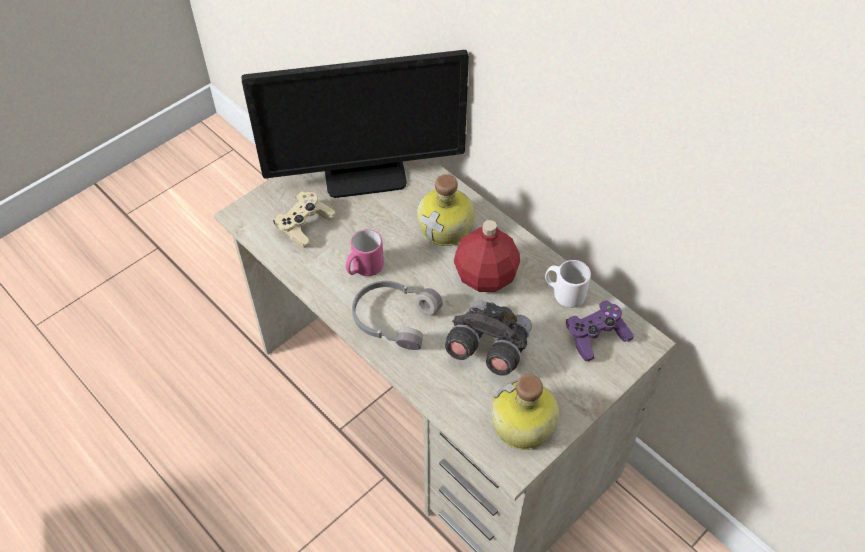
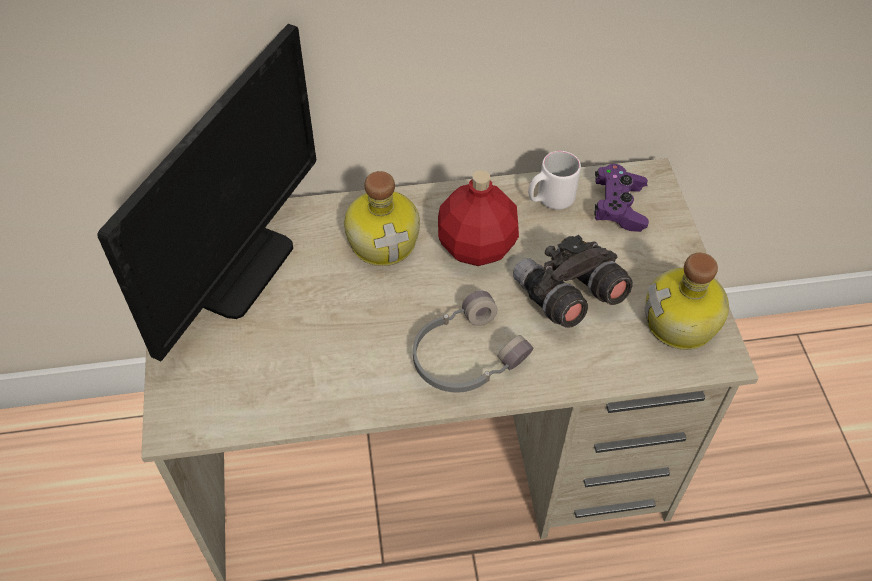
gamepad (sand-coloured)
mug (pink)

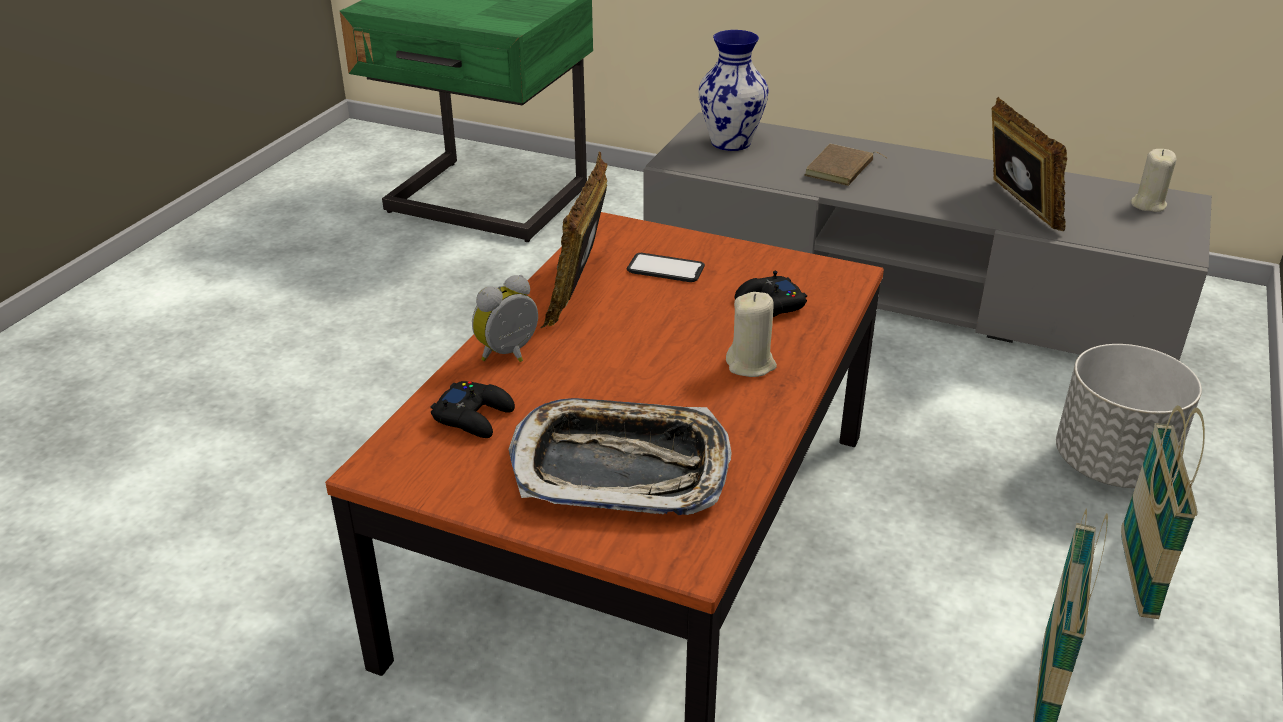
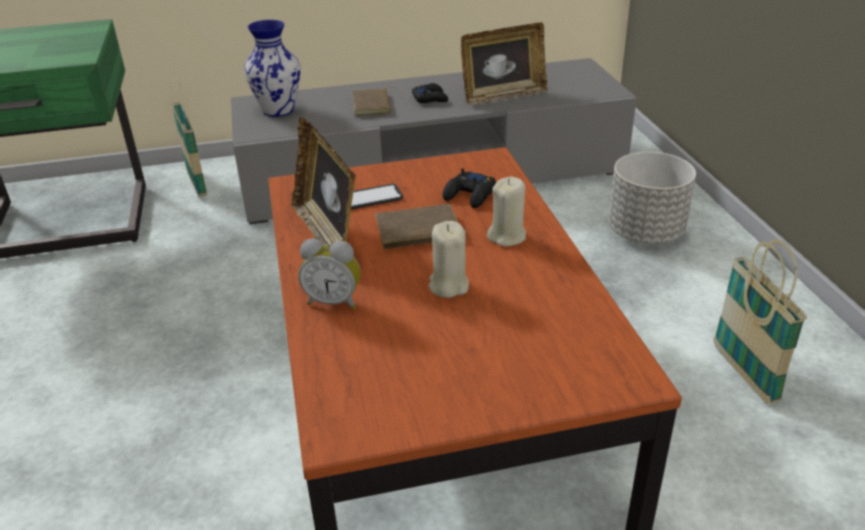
tray
bound book (brown) (2nd from left)
gamepad (blackish) (1st from left)
basket (1st from left)
candle (sand-coloured) (1st from left)
alarm clock
standing frame (2nd from left)

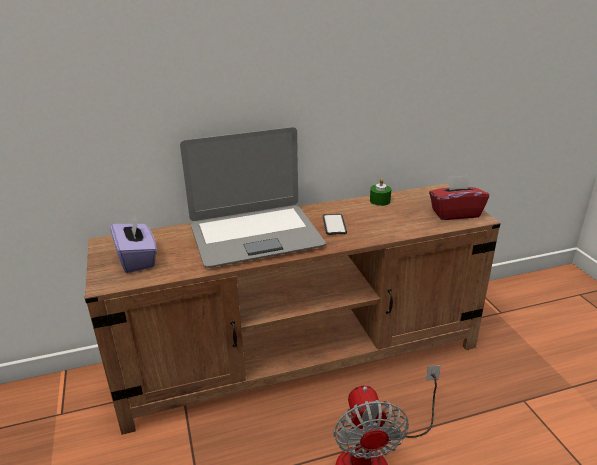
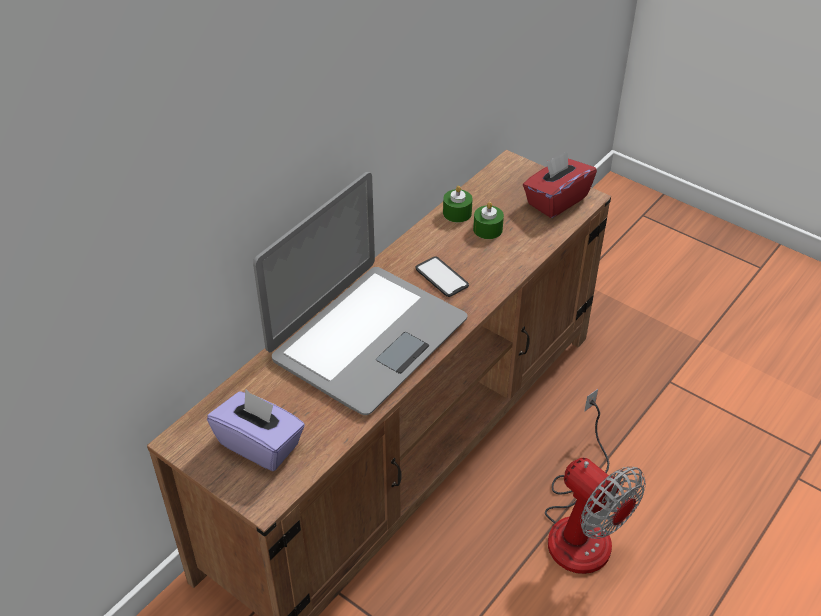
candle (greenish) (2nd from left)

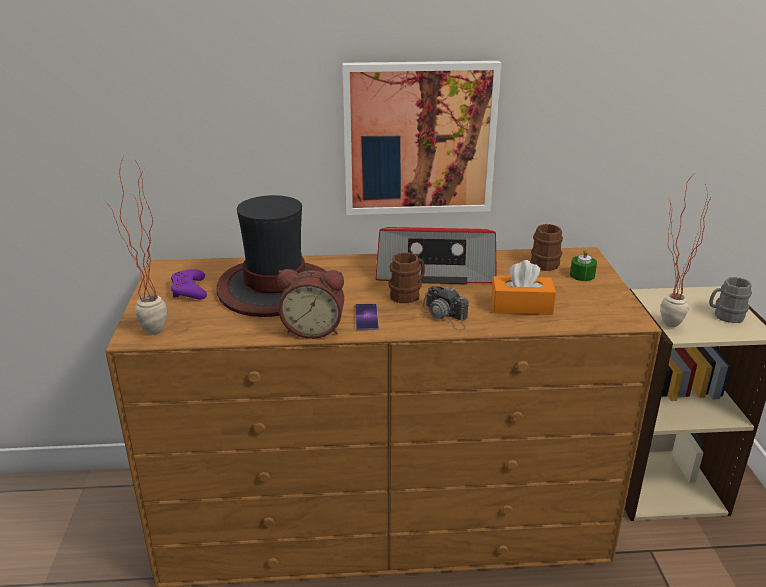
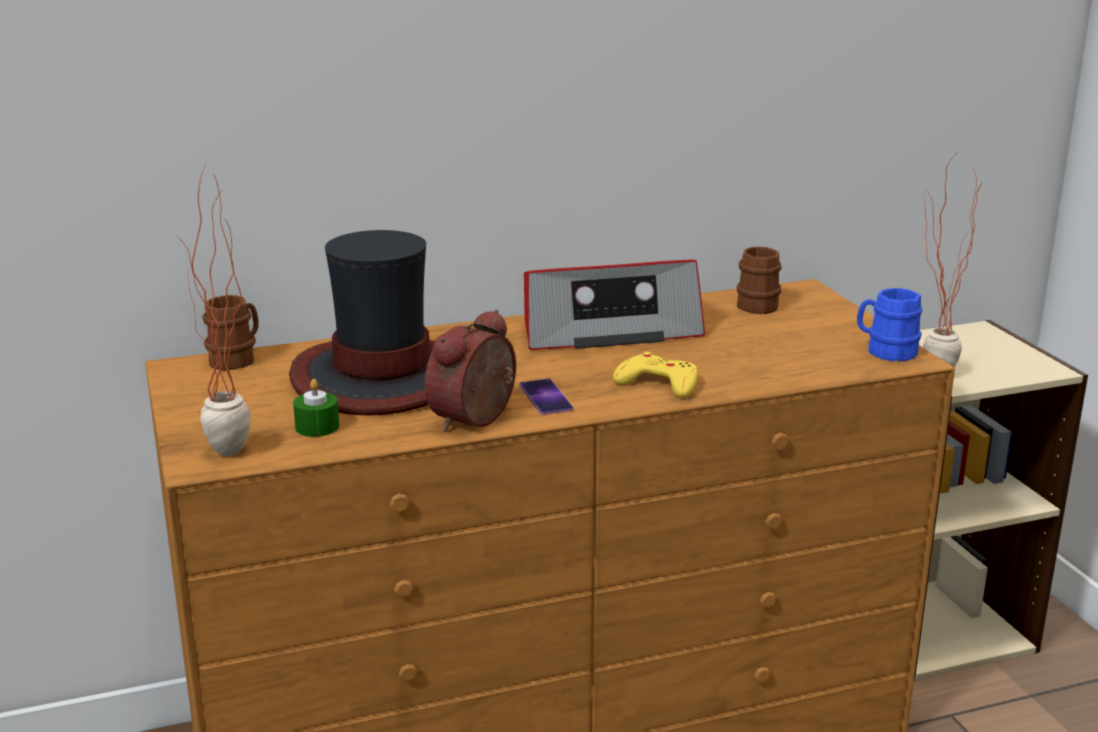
gamepad (purple)
picture
box of tissues (orange-coloured)
mug (gray)
mug (blue)
mug (brown) (1st from left)
candle (greenish)
gamepad (yellowish)
alarm clock

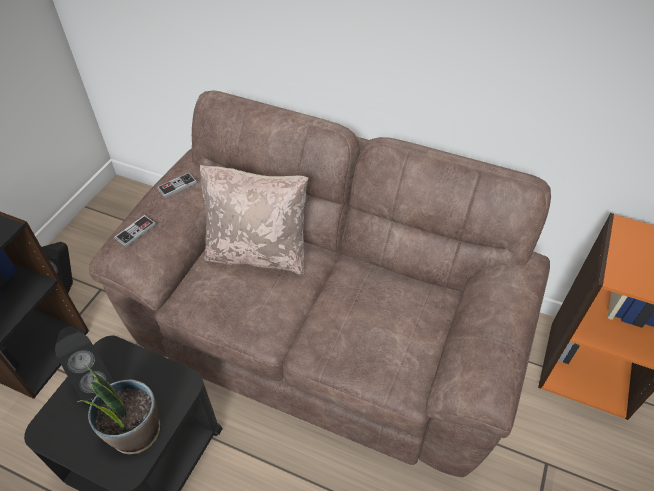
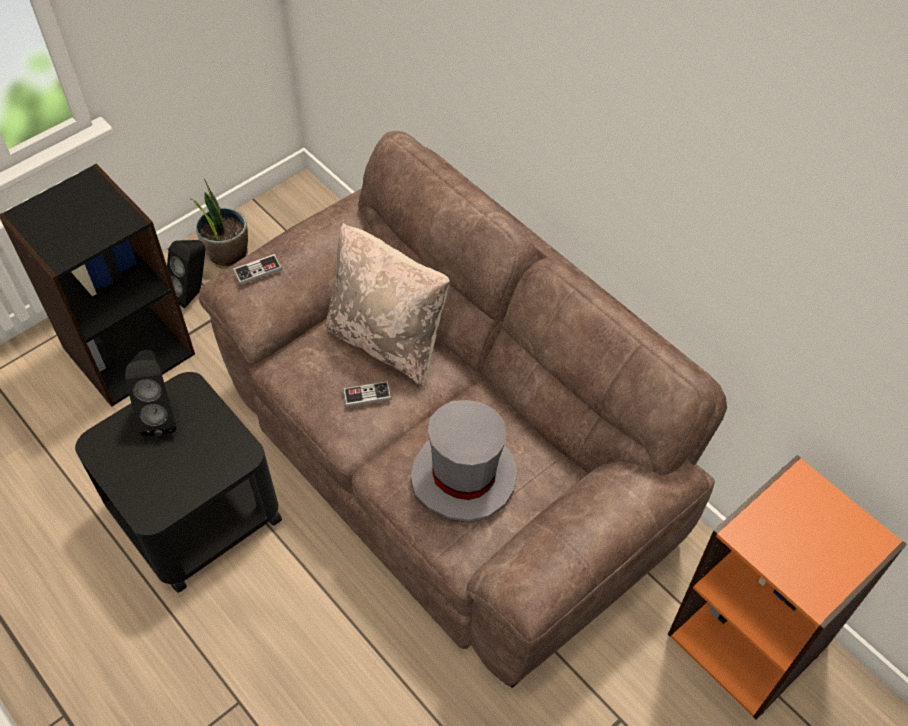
hat (gray)
plant in a pot
gamepad (2nd from left)

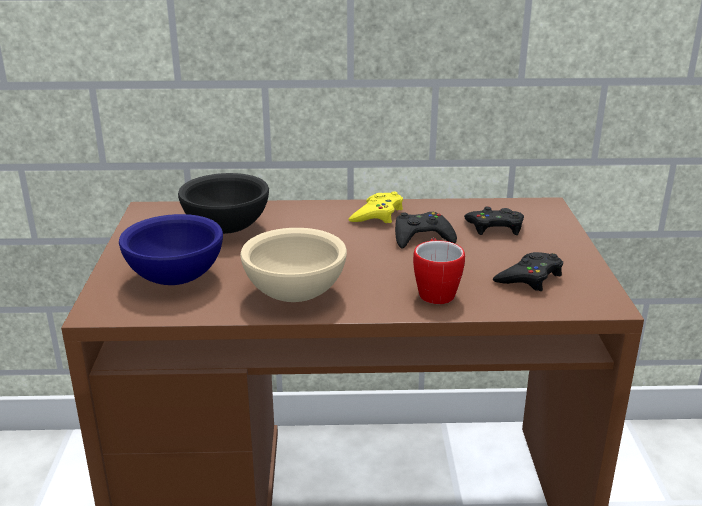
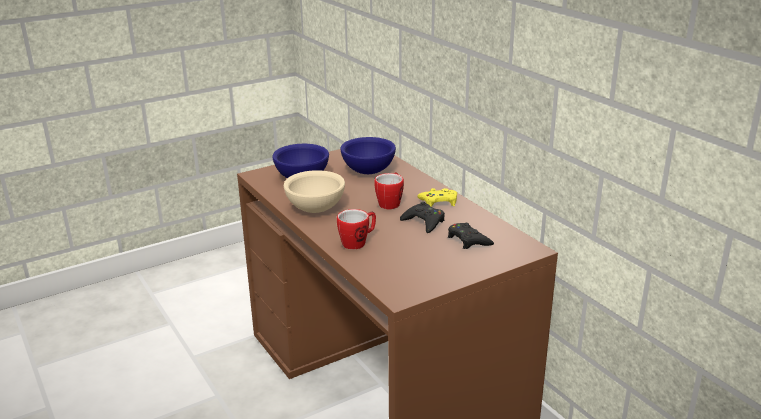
gamepad (blackish) (3rd from left in the first image)
mug (2nd from left)
deep dish (blue) (2nd from left)

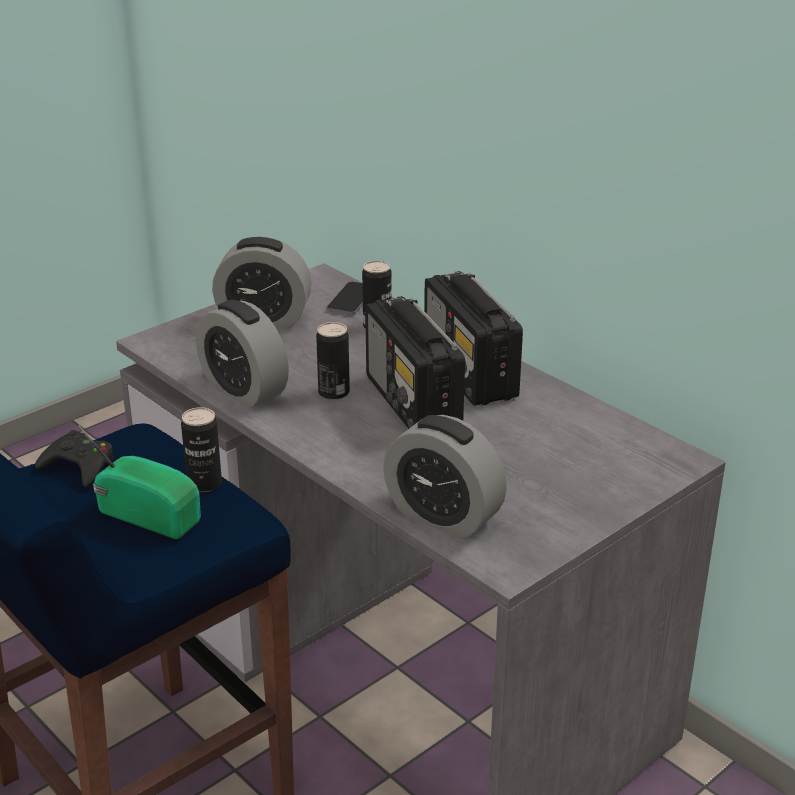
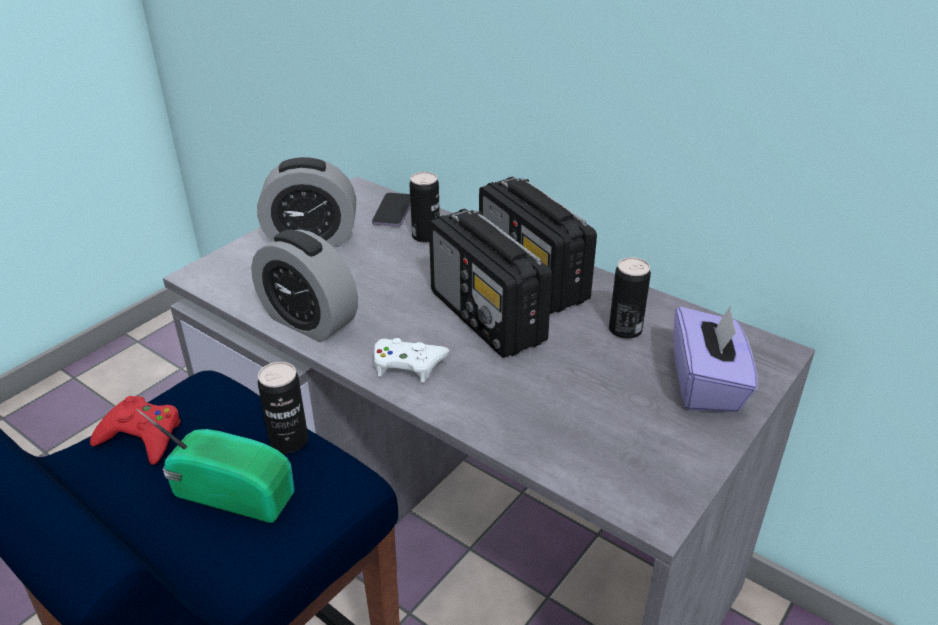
alarm clock (3rd from left in the first image)
gamepad (white-coloured)
box of tissues (purple)
metal can (3rd from left)
gamepad (reddish)

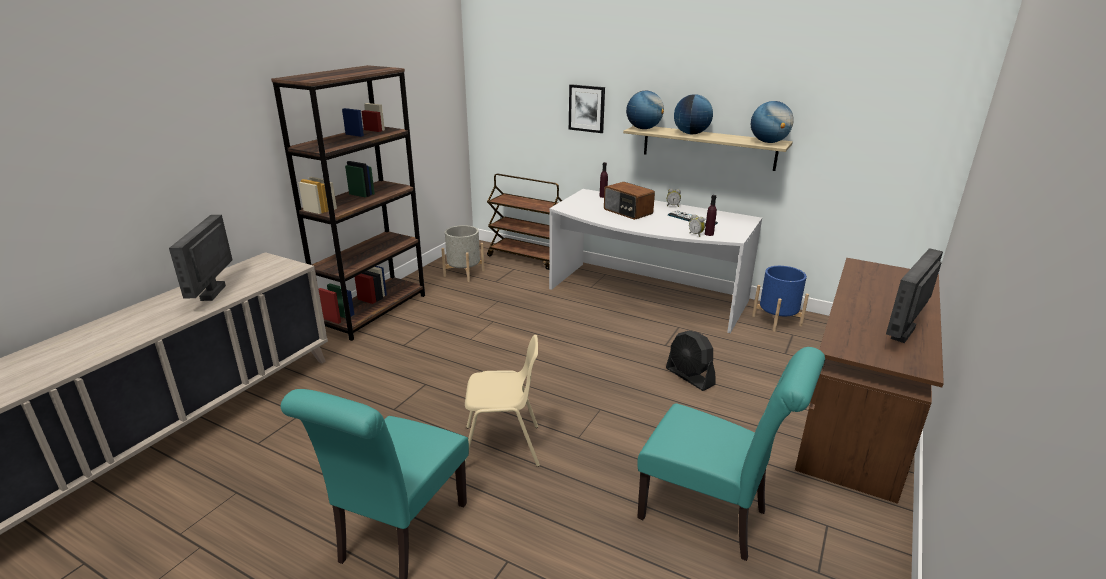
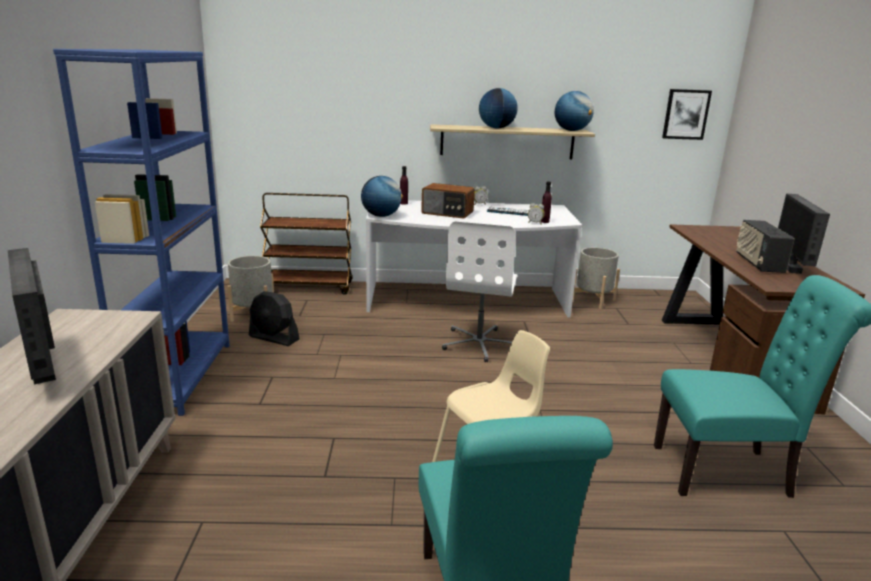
office chair (white-coloured)
radio (2nd from left)
picture
desk globe (1st from left)
electric fan (blackish)
bookshelf (blue)
flower pot (gray) (2nd from left)

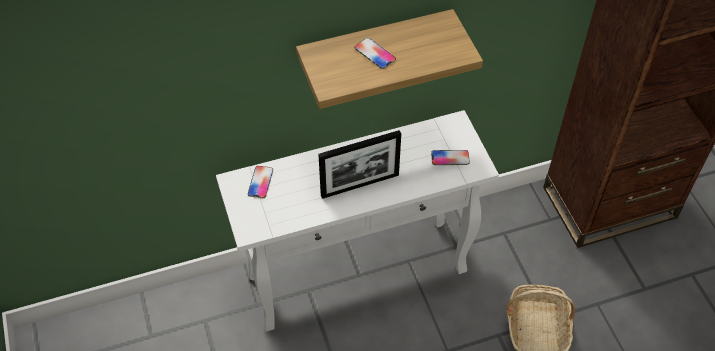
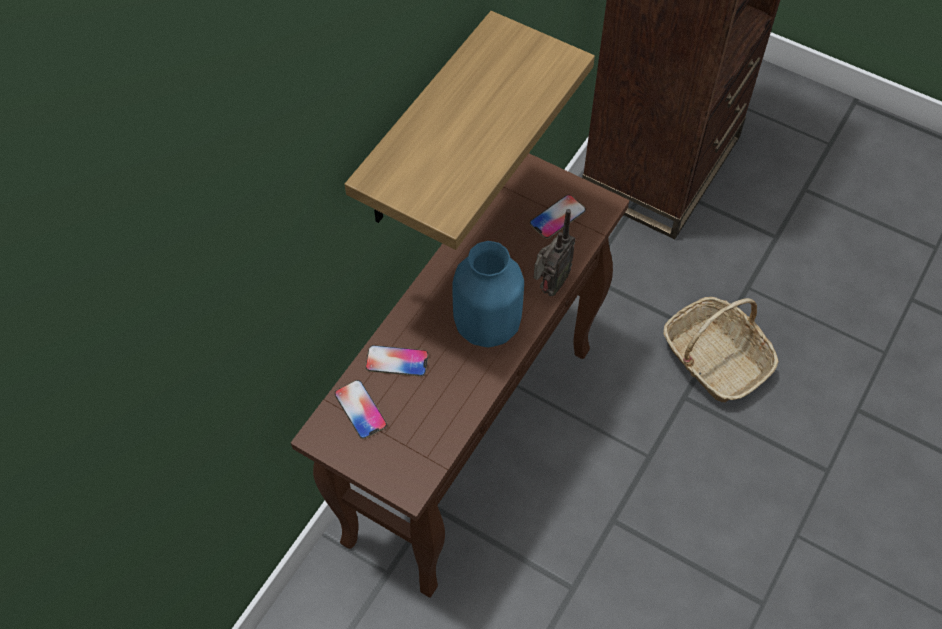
radio
phone (2nd from left)
flower vase (blue)
hall table (brown)

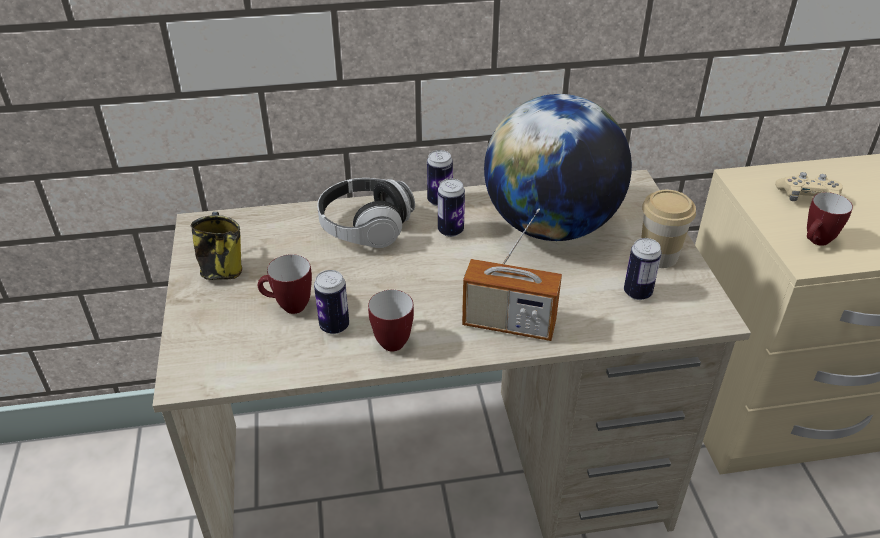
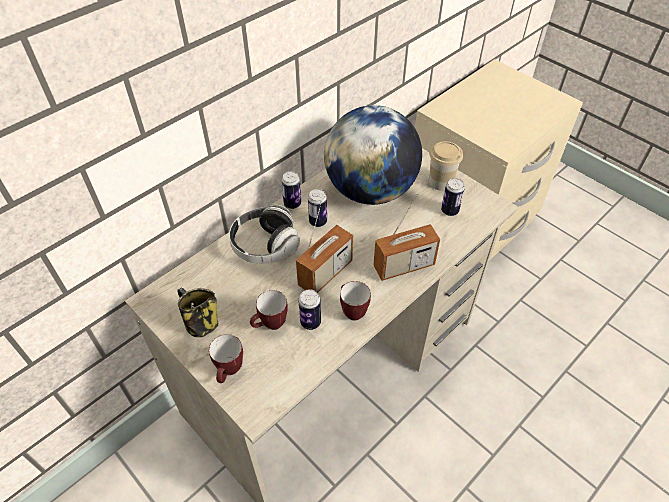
gamepad (sand-coloured)
radio (1st from left)
mug (2nd from left)

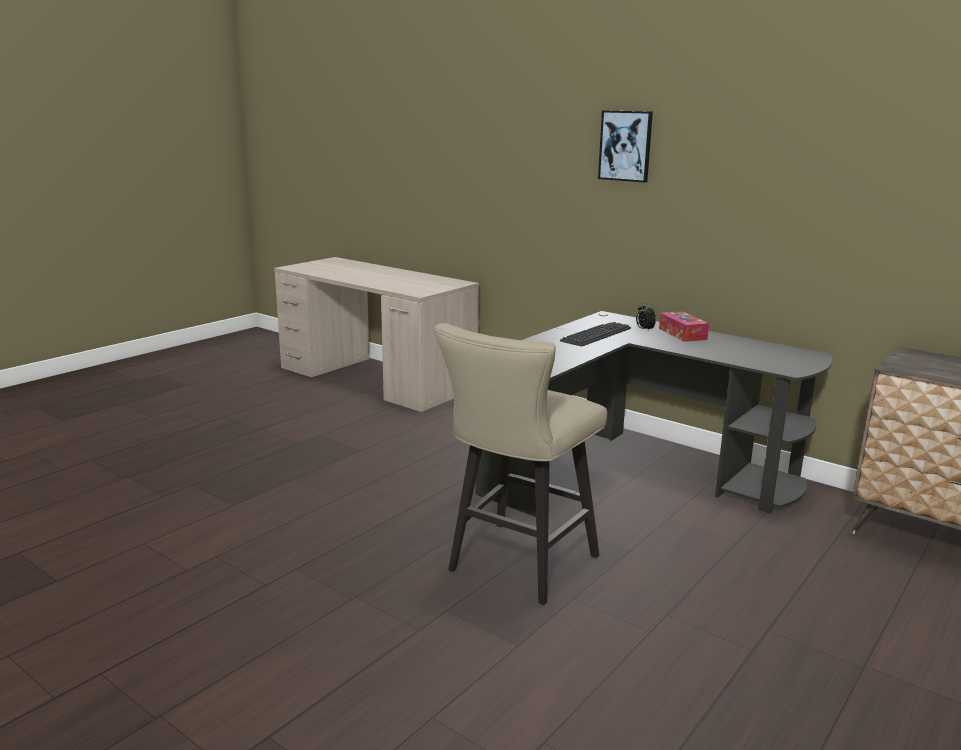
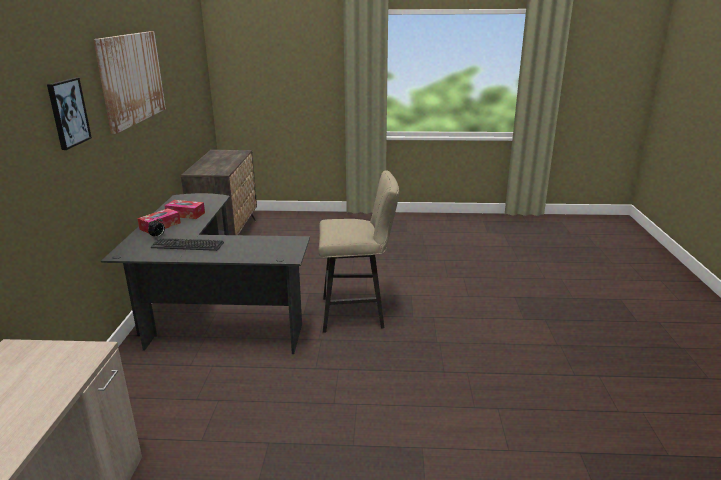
picture (2nd from left)
box of tissues (2nd from left)

